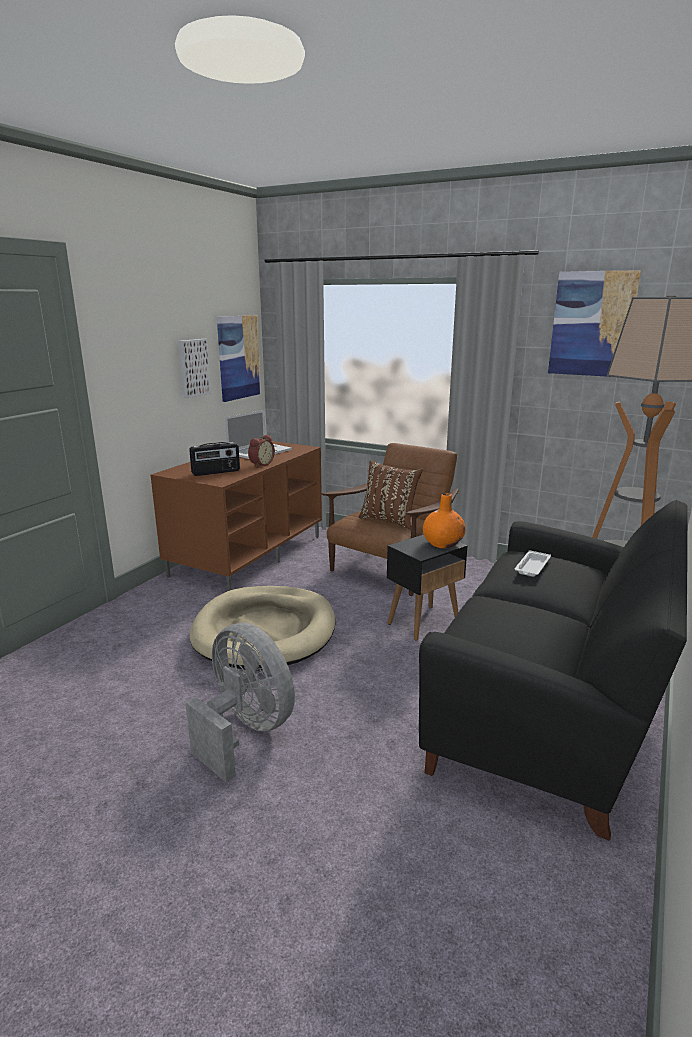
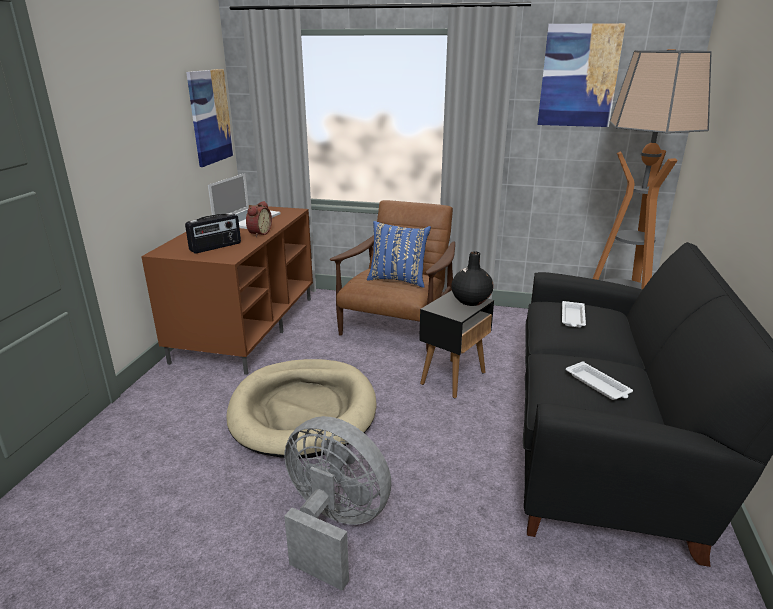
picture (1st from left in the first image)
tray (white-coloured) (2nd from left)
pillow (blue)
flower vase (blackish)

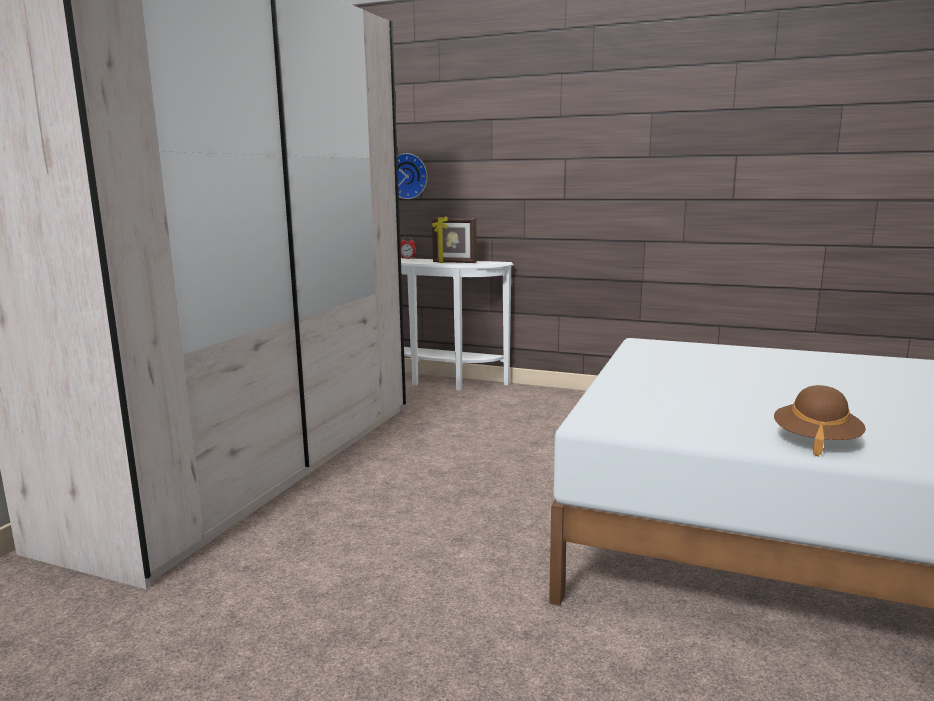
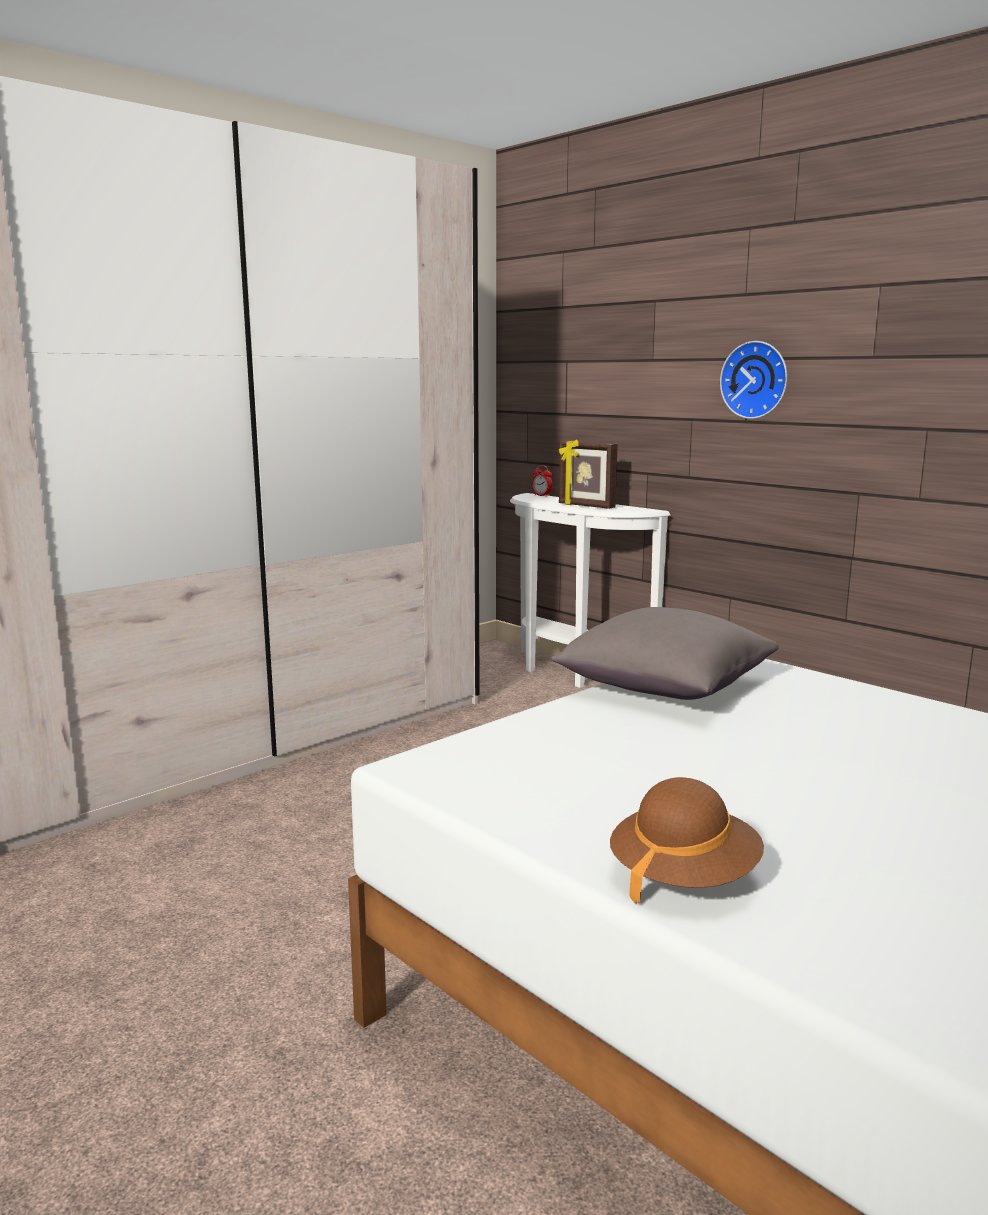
pillow (gray)
hanging clock

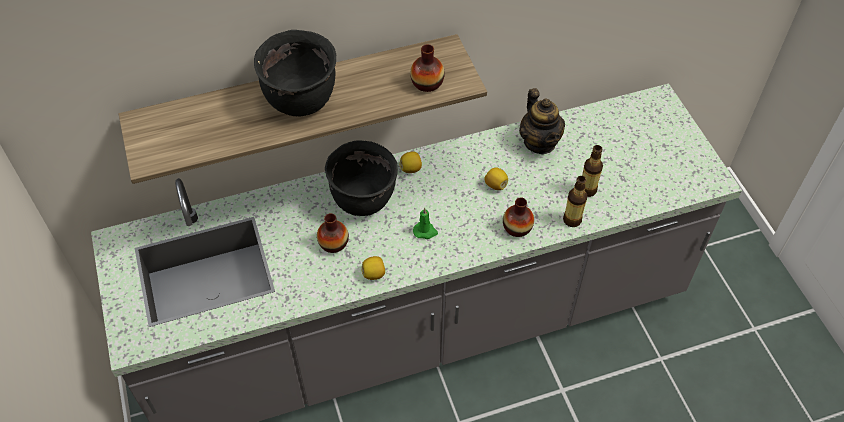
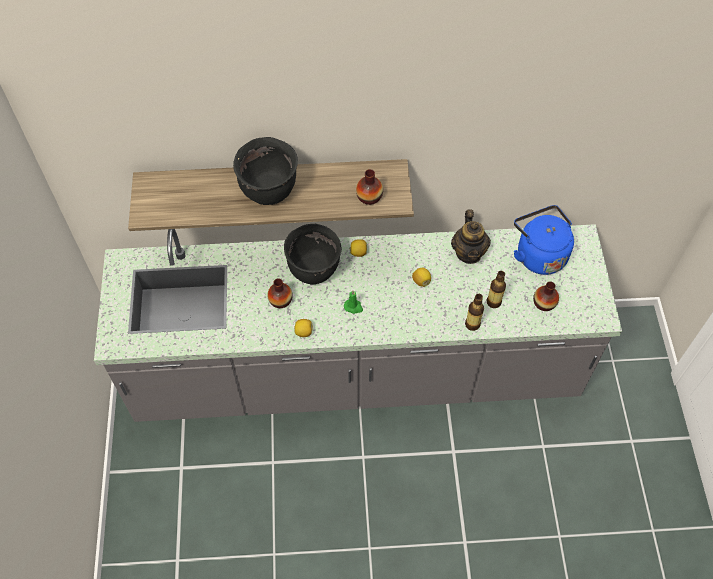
kettle (blue)
flower vase (3rd from left)

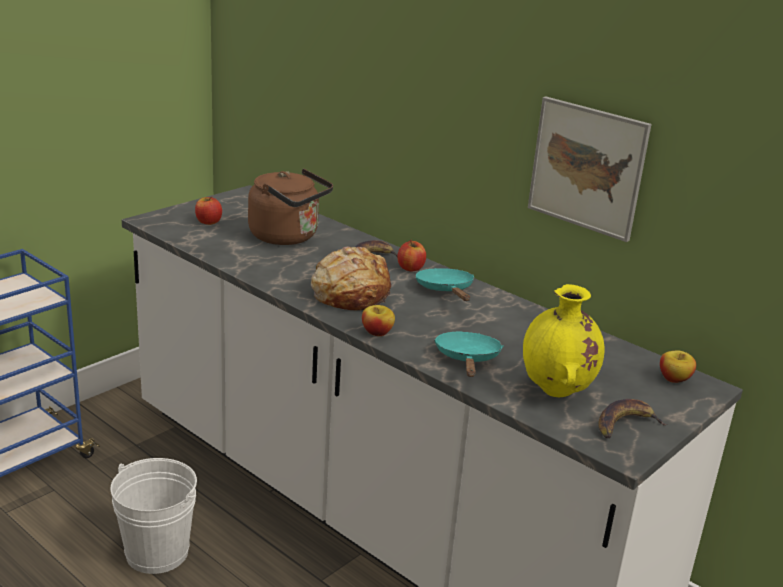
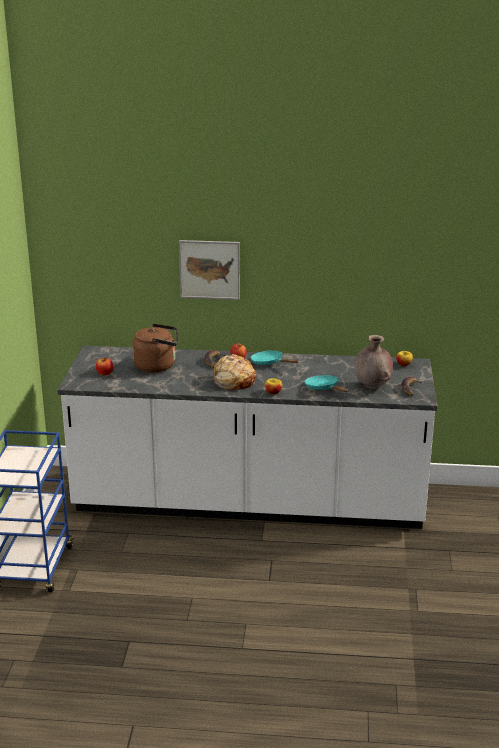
water bucket (white-coloured)
picture
flower vase (brown)

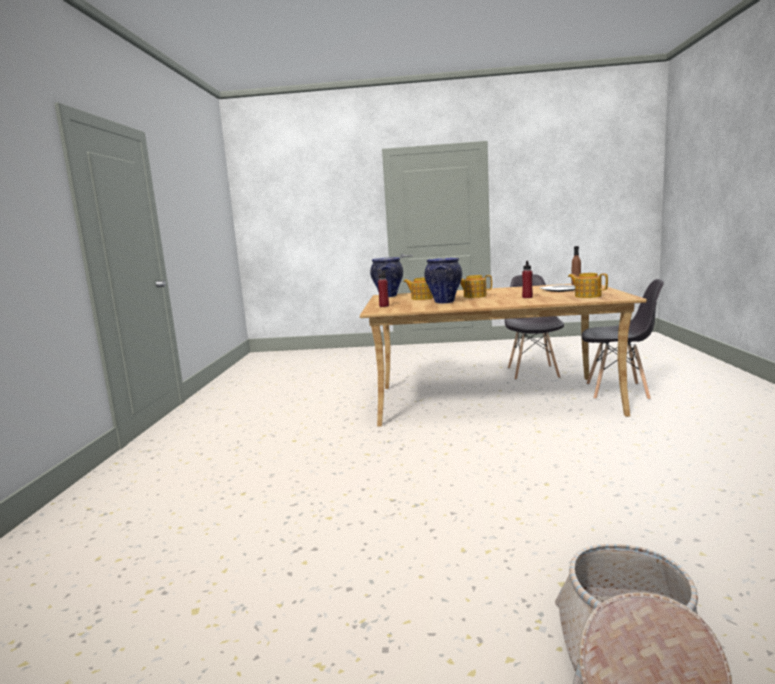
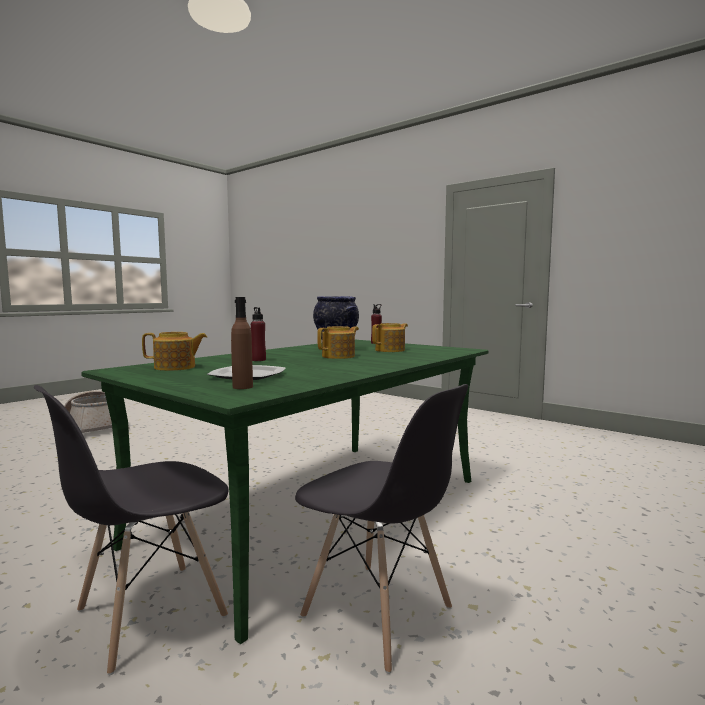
flower vase (1st from left in the first image)
kitchen table (greenish)

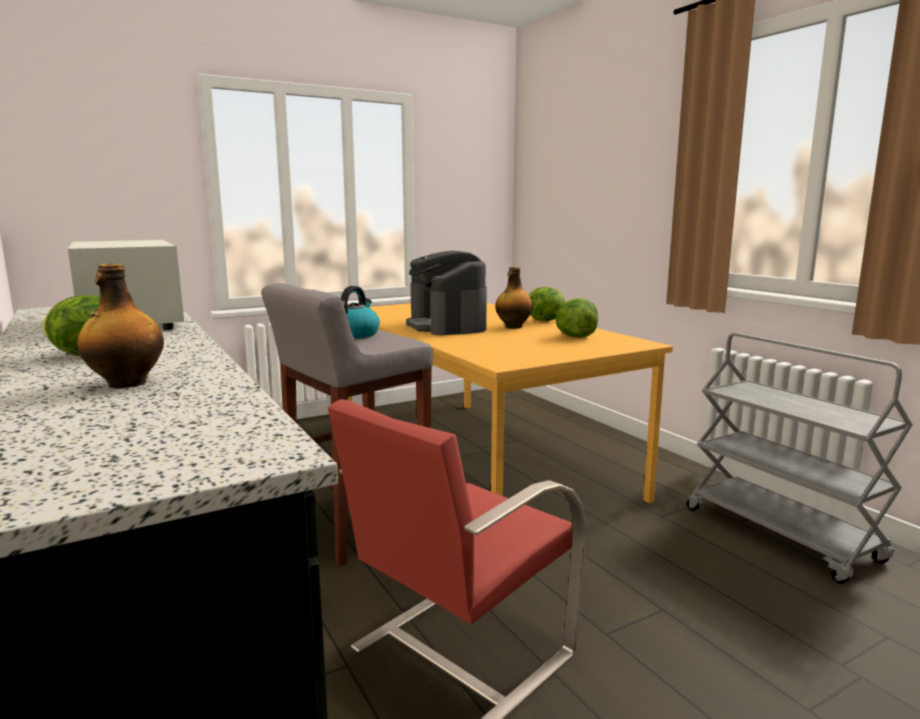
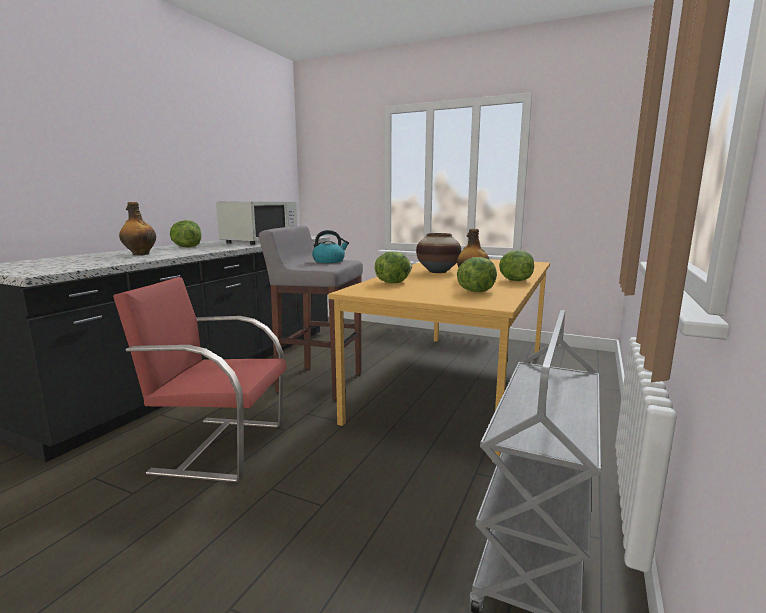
lettuce head (2nd from left)
flower vase

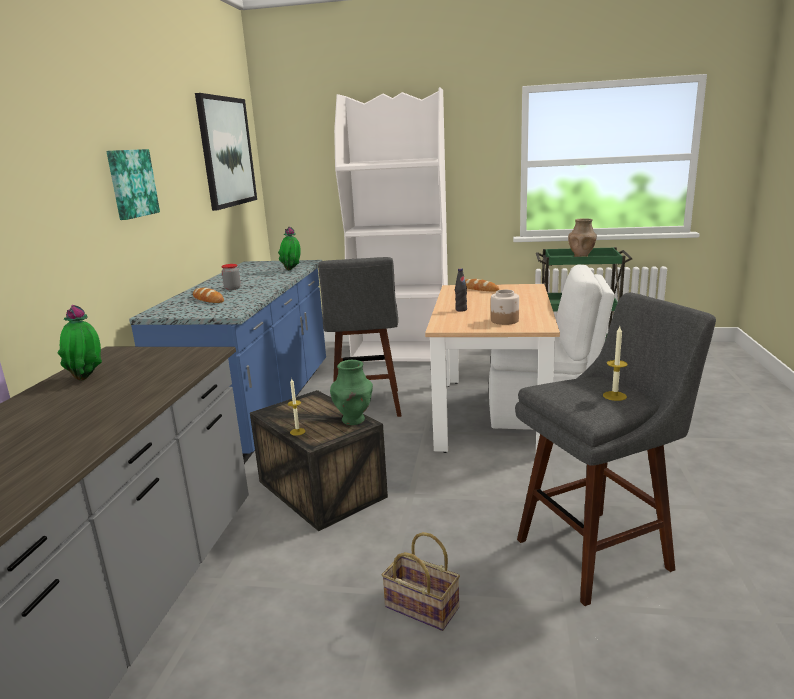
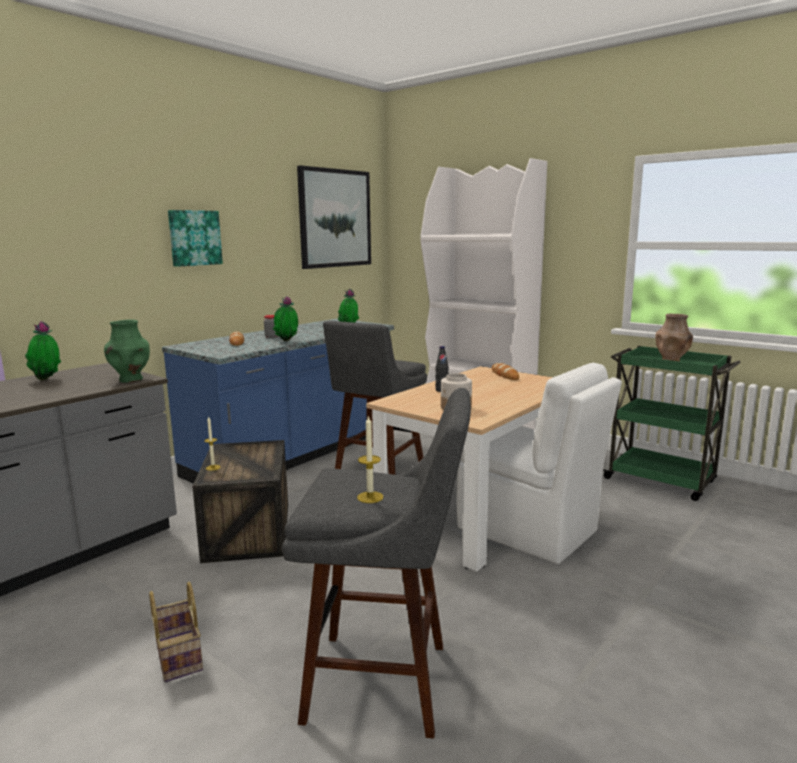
plant in a pot (2nd from left)
flower vase (greenish)

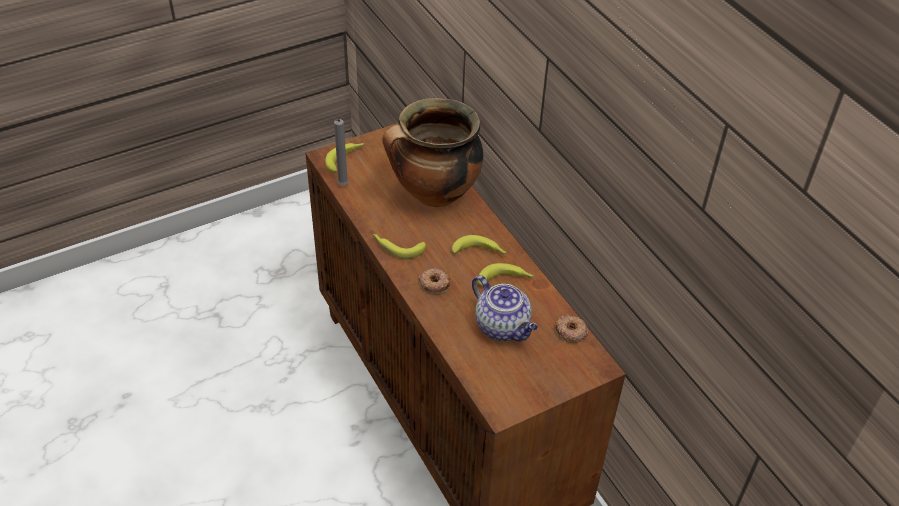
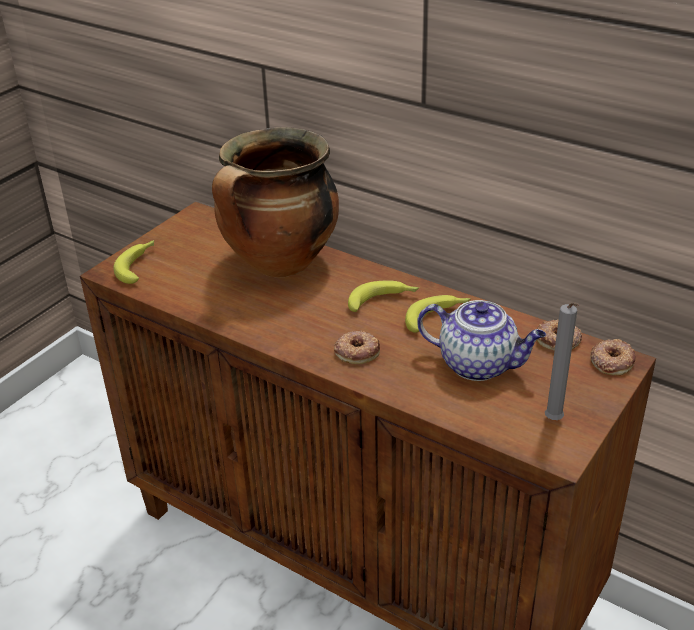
banana (2nd from left in the first image)
doughnut (3rd from left)
candle (gray)

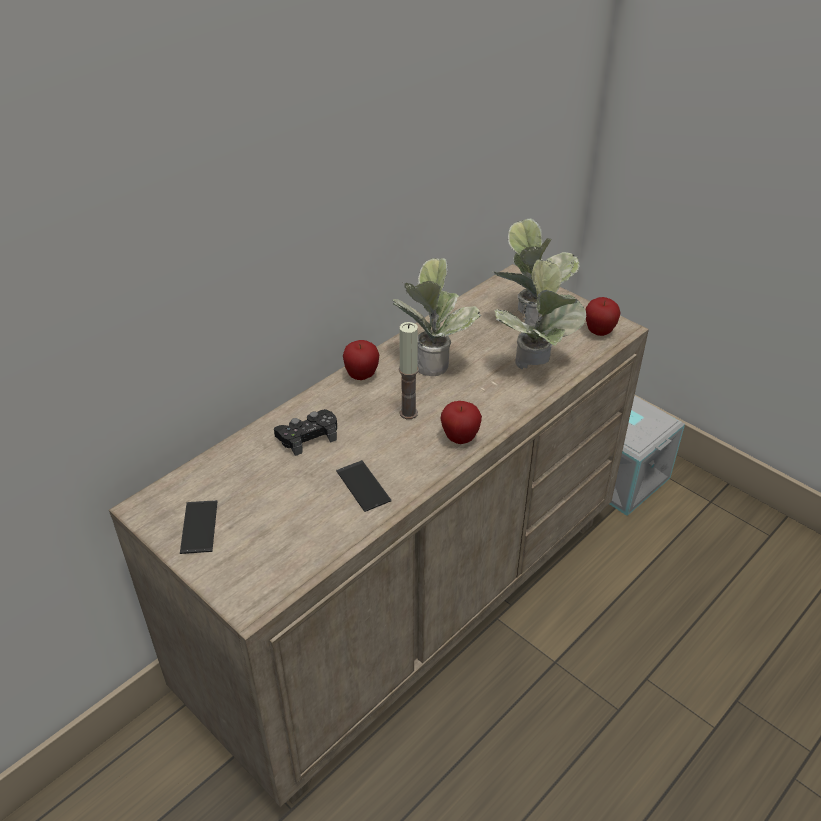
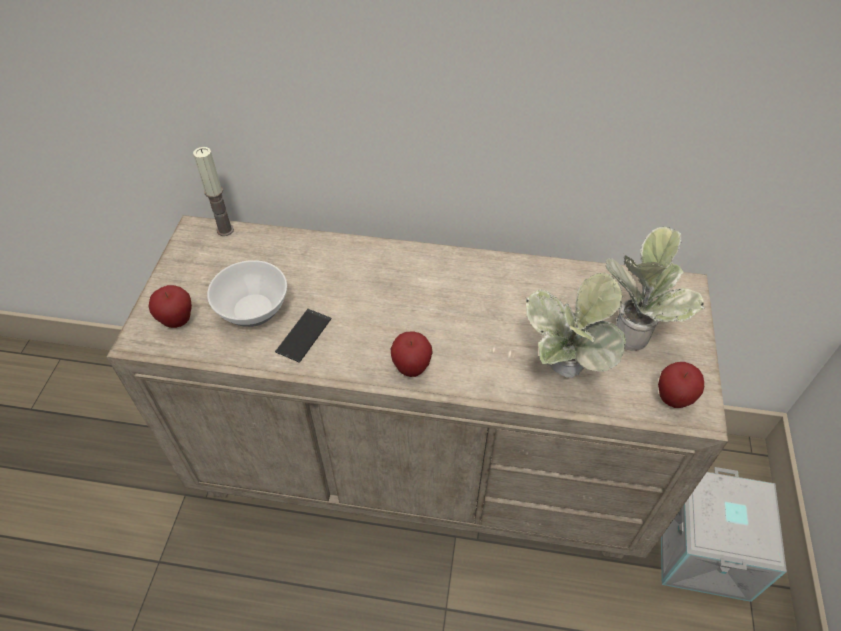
phone (1st from left in the first image)
gamepad (blackish)
plant in a pot (1st from left in the first image)
deep dish
whole apple (1st from left)
candle

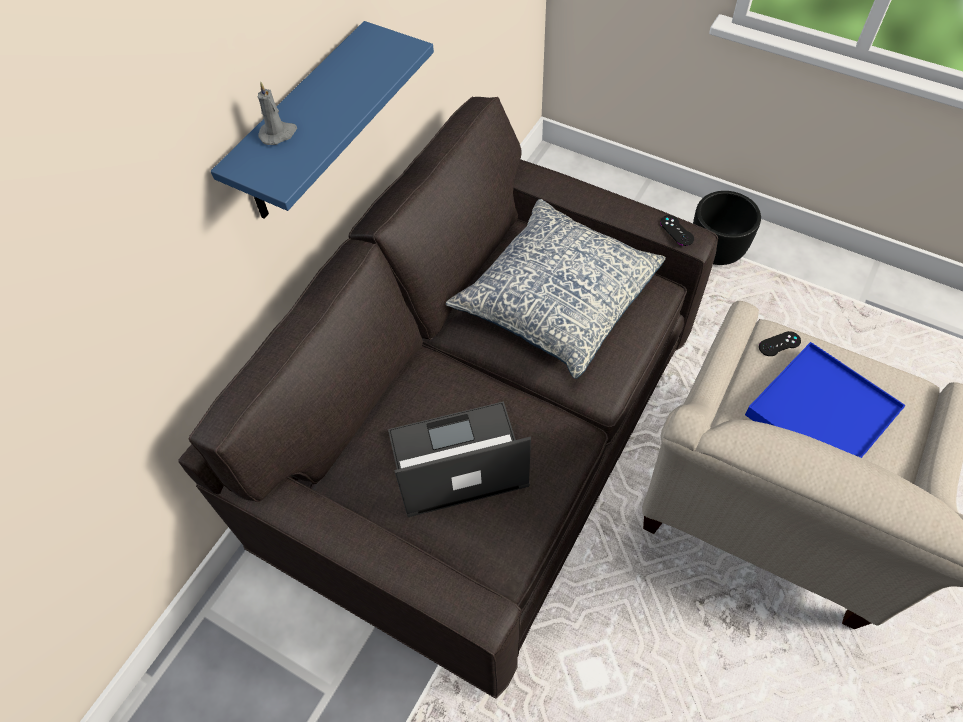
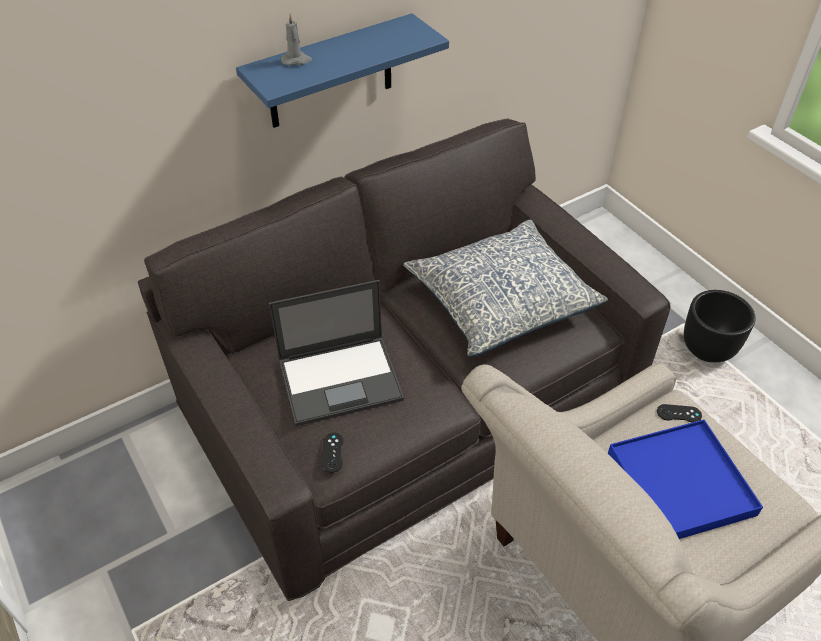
gamepad (blackish) (1st from left)
notebook computer

